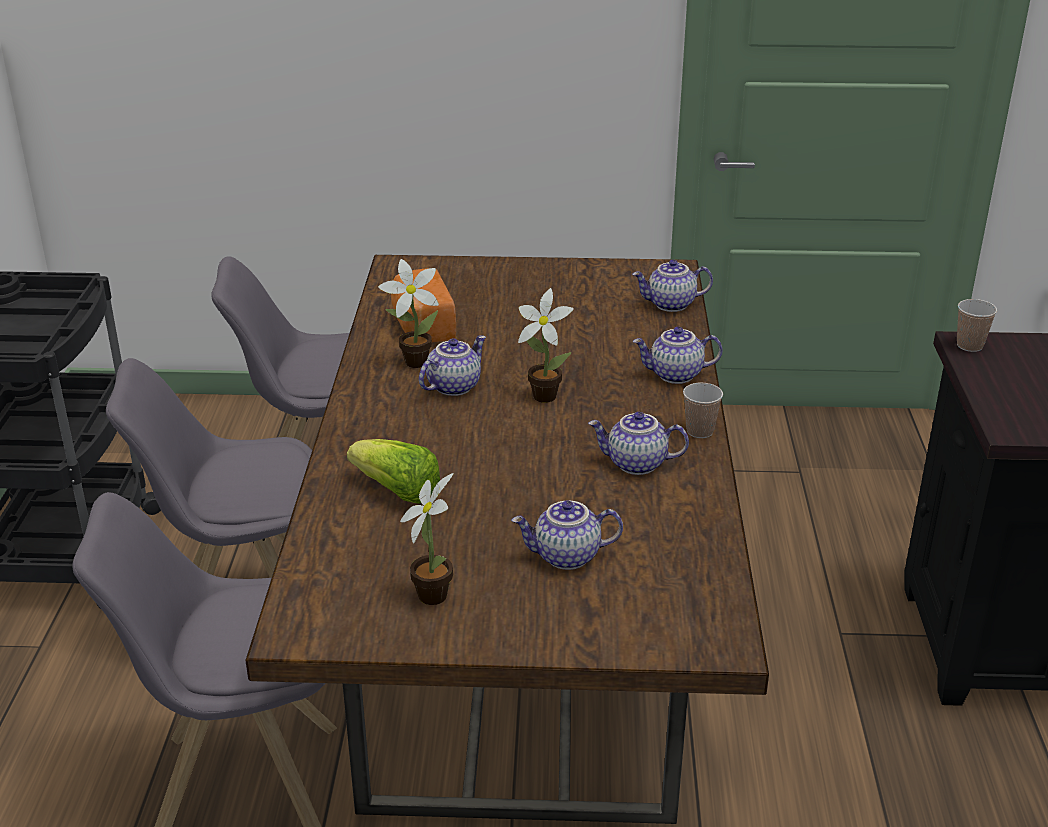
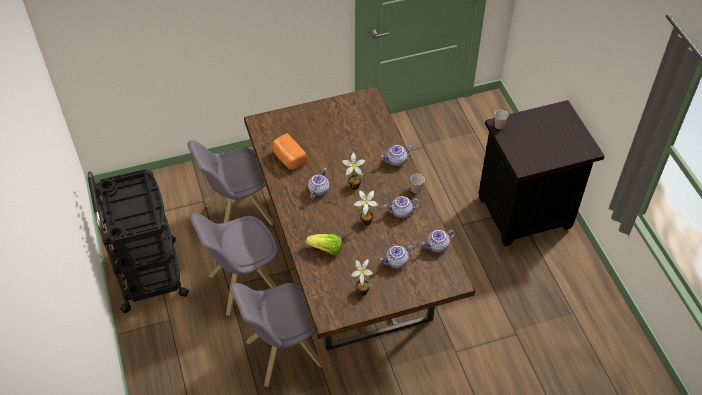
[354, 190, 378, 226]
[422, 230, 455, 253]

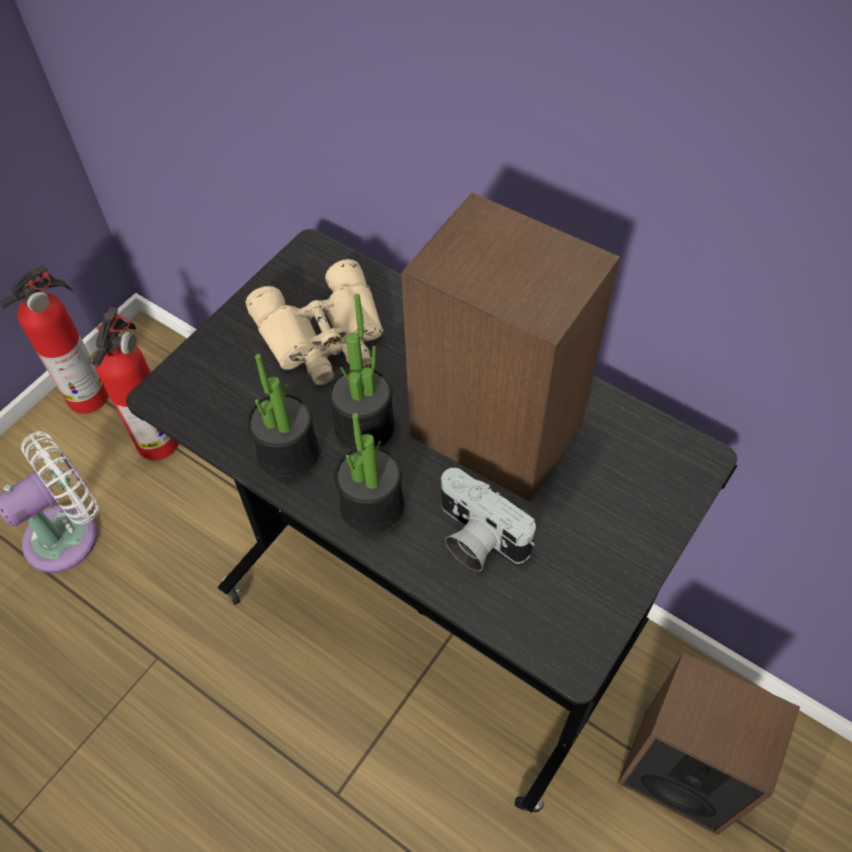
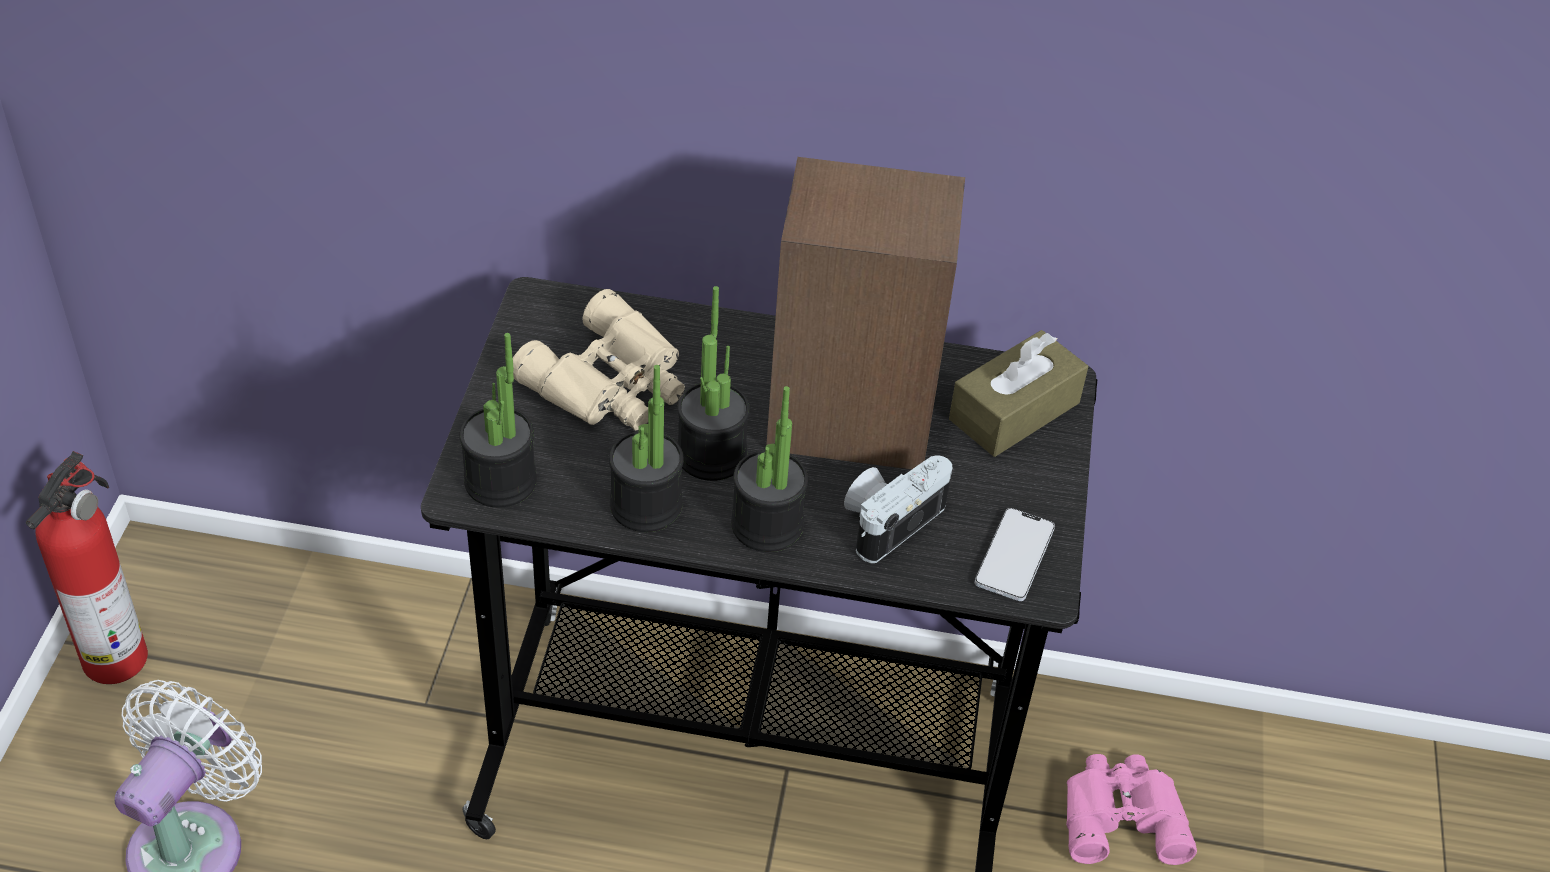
[92, 307, 179, 460] (first image)
[460, 333, 537, 508]
[949, 330, 1088, 457]
[974, 508, 1055, 601]
[1066, 754, 1197, 865]
[844, 455, 952, 563]

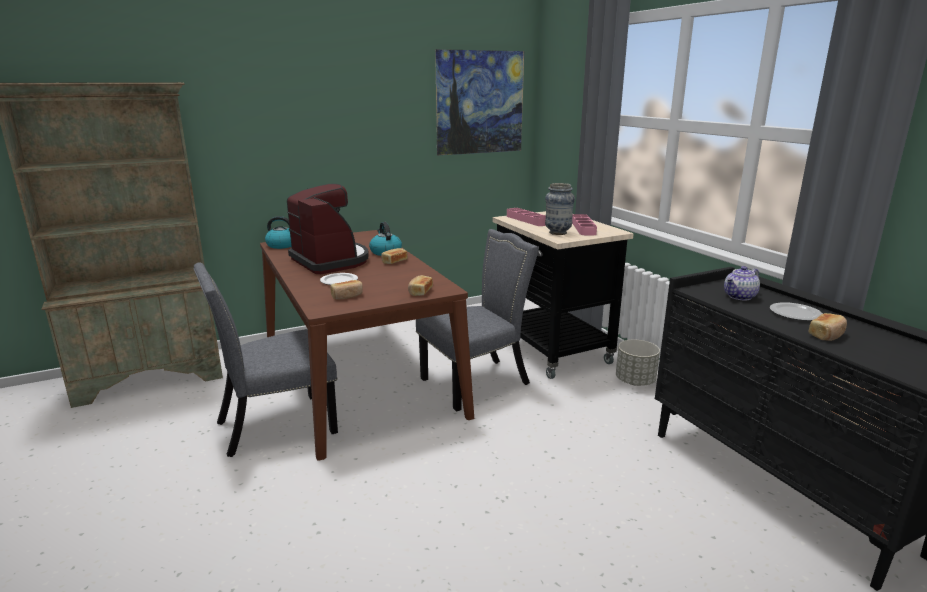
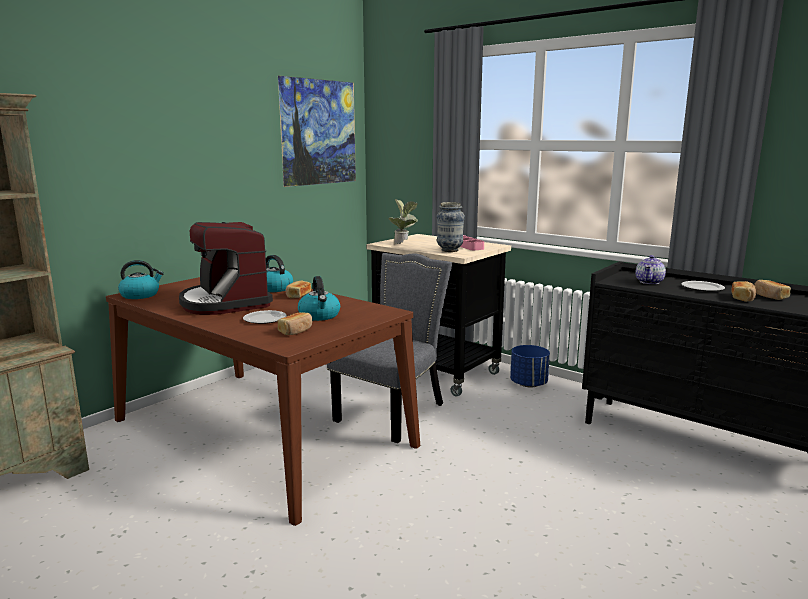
[194, 263, 338, 457] (first image)
[298, 276, 340, 321]
[754, 280, 791, 300]
[388, 199, 418, 244]
[510, 345, 550, 387]
[179, 222, 273, 315]

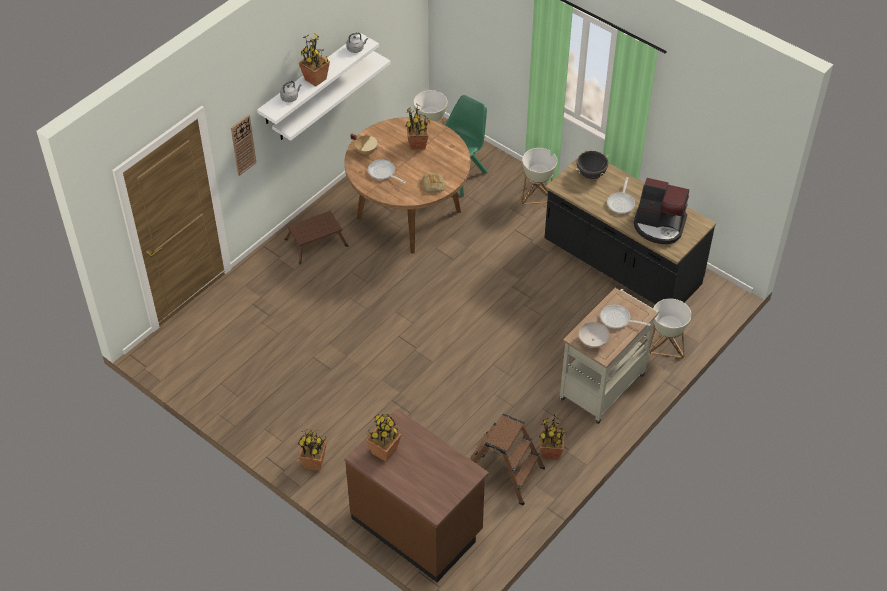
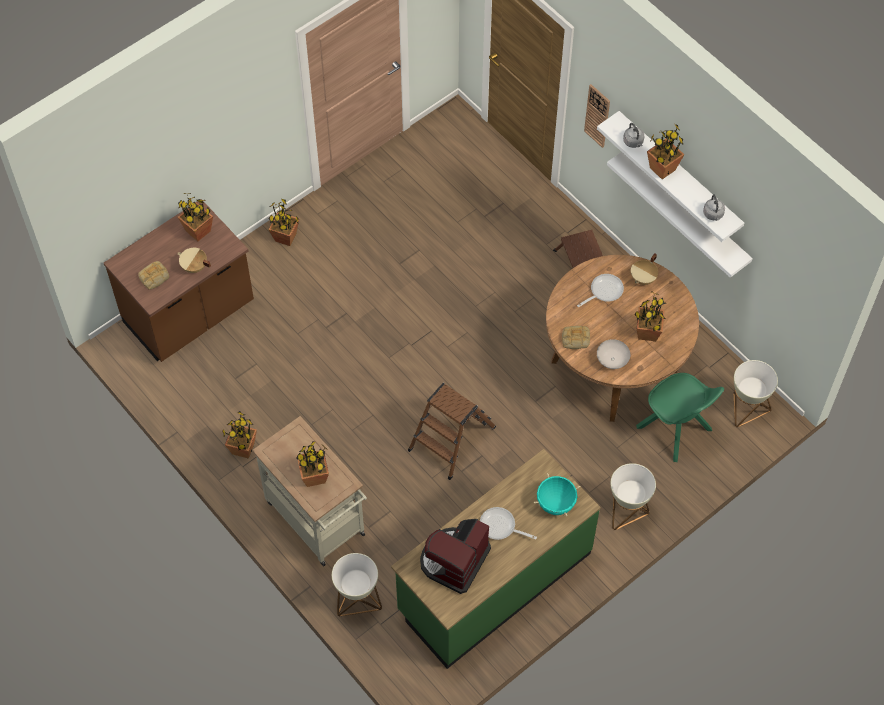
[138, 261, 169, 290]
[177, 248, 211, 273]
[408, 383, 496, 480]
[597, 339, 630, 369]
[296, 441, 329, 487]
[391, 449, 601, 669]
[534, 473, 580, 516]

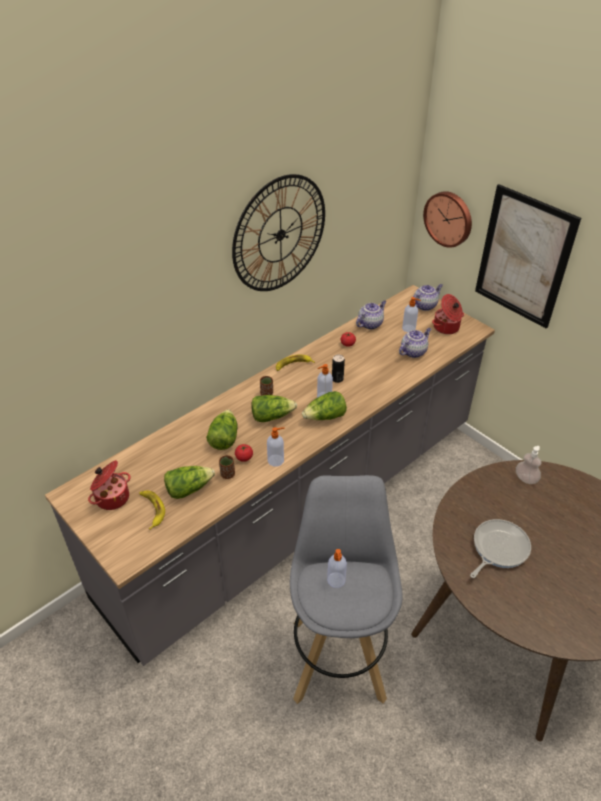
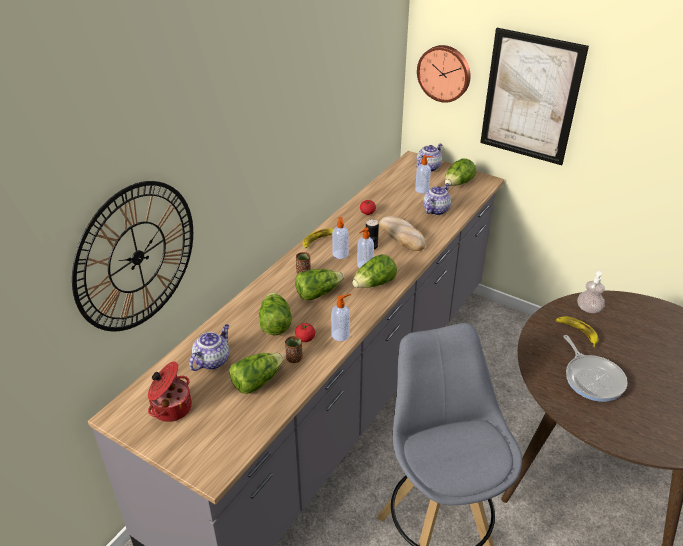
[379, 216, 425, 251]
[556, 316, 598, 347]
[72, 181, 193, 331]
[332, 217, 349, 259]
[189, 324, 229, 371]
[445, 158, 476, 186]
[564, 335, 628, 402]

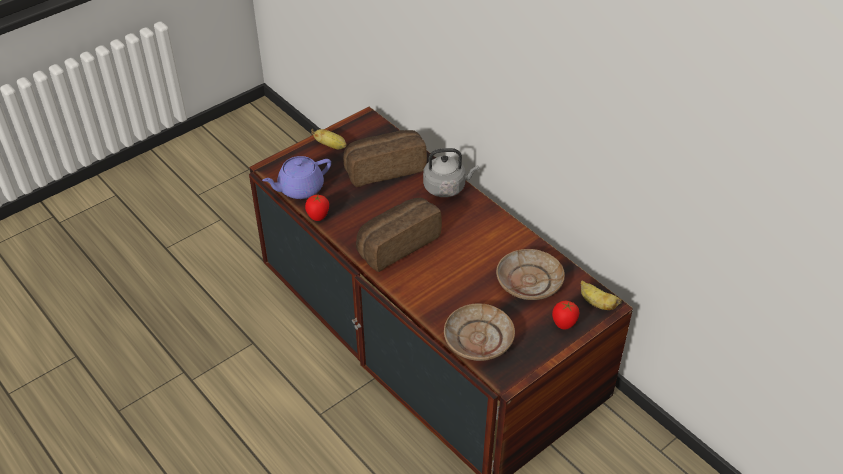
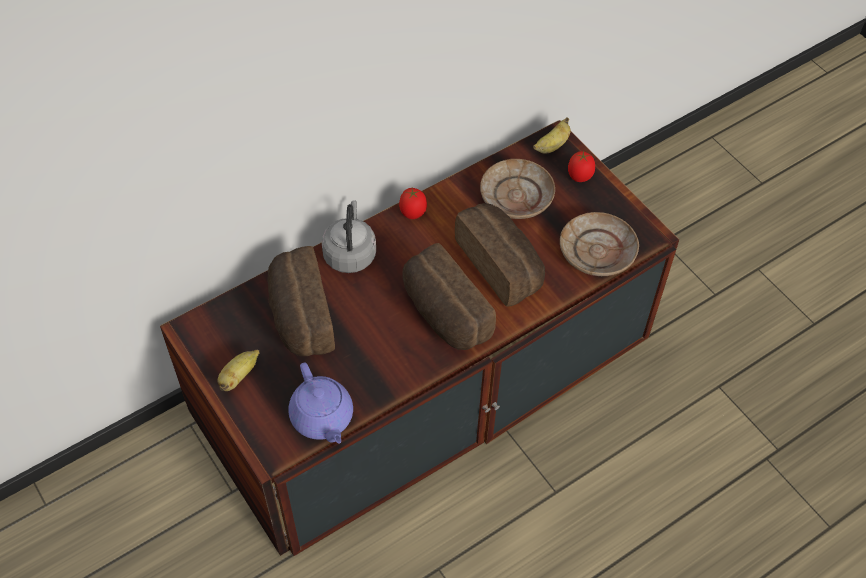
[455, 203, 545, 306]
[399, 188, 427, 219]

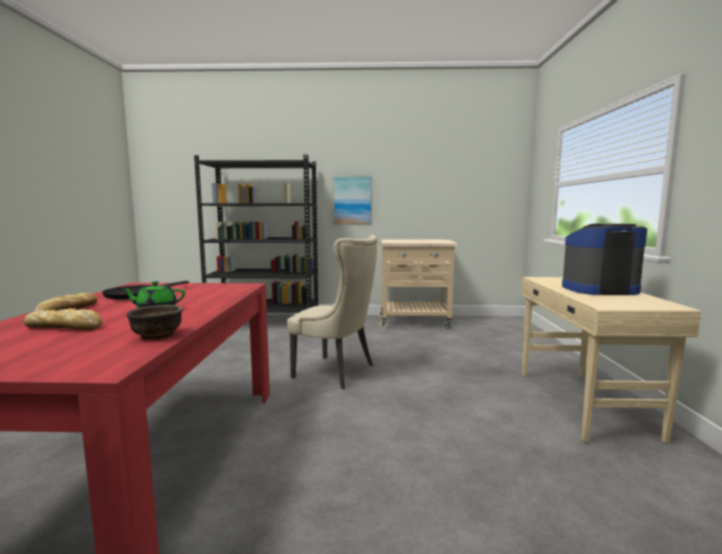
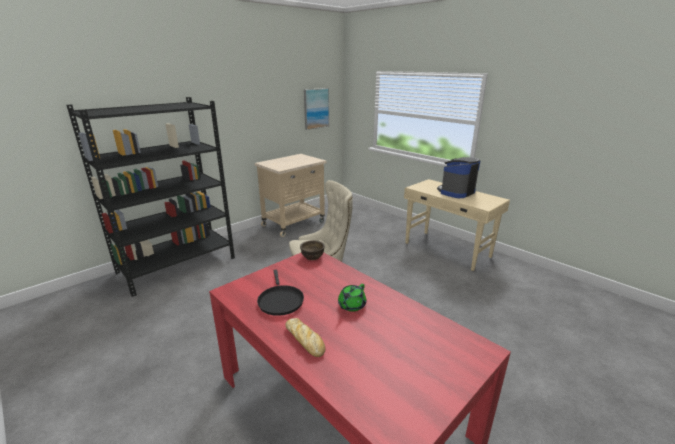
[24, 308, 102, 330] (first image)
[300, 240, 325, 260]
[304, 88, 329, 130]

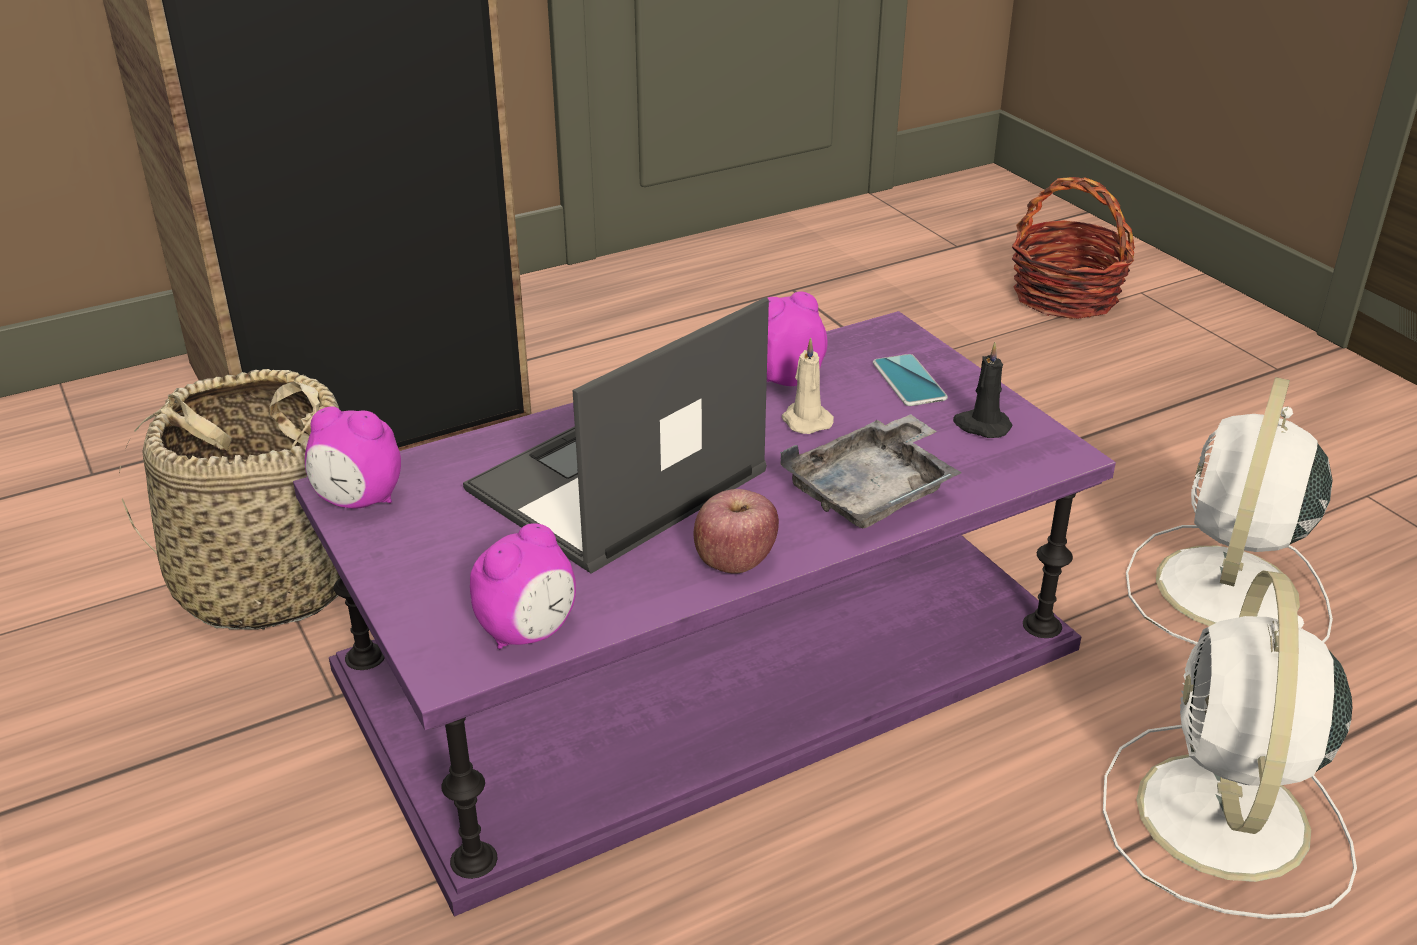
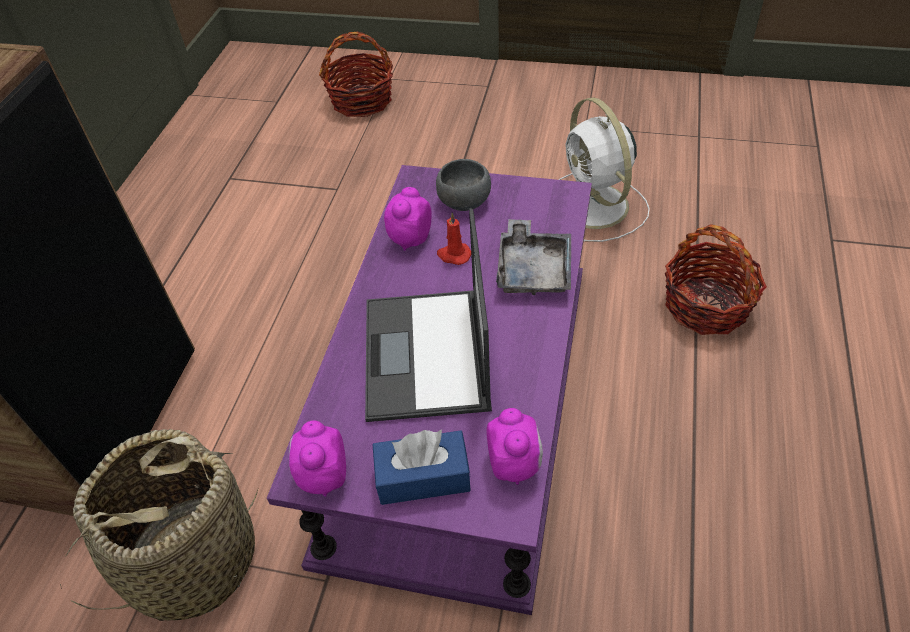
[694, 489, 779, 574] (first image)
[953, 342, 1013, 438] (first image)
[372, 429, 471, 505]
[436, 159, 491, 211]
[665, 224, 767, 335]
[437, 212, 471, 265]
[289, 421, 346, 497]

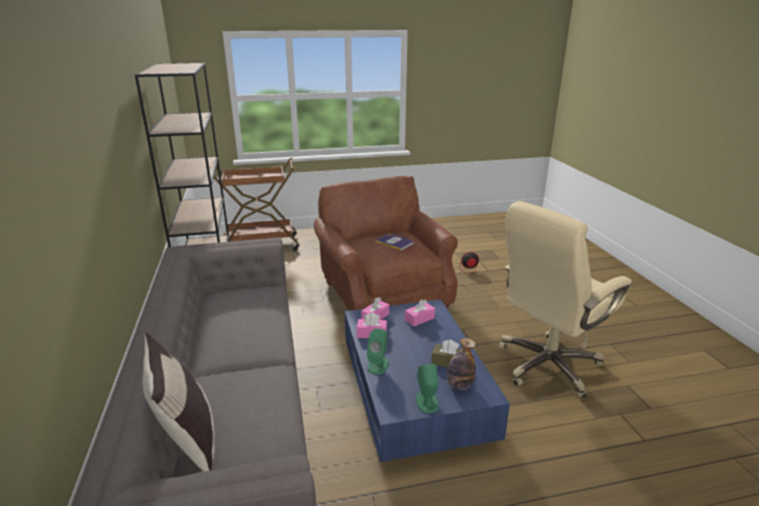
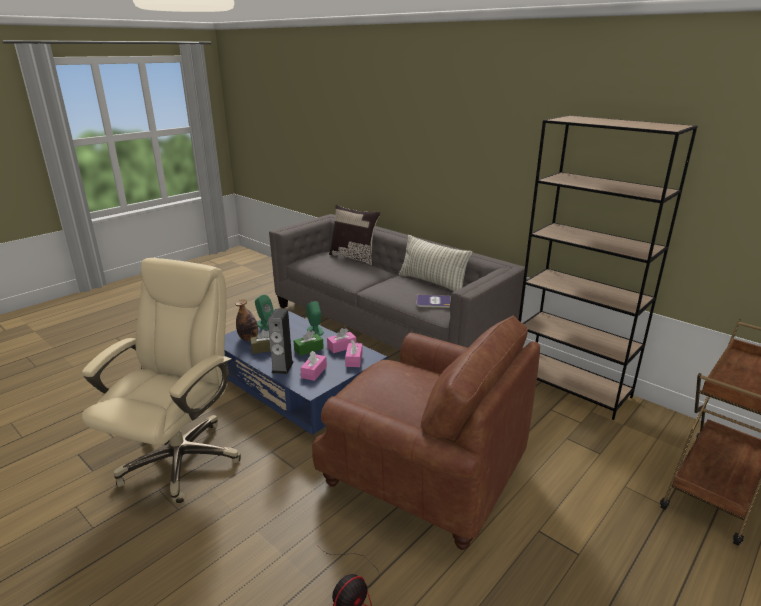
[268, 308, 293, 374]
[293, 330, 324, 356]
[399, 235, 472, 291]
[417, 295, 450, 308]

